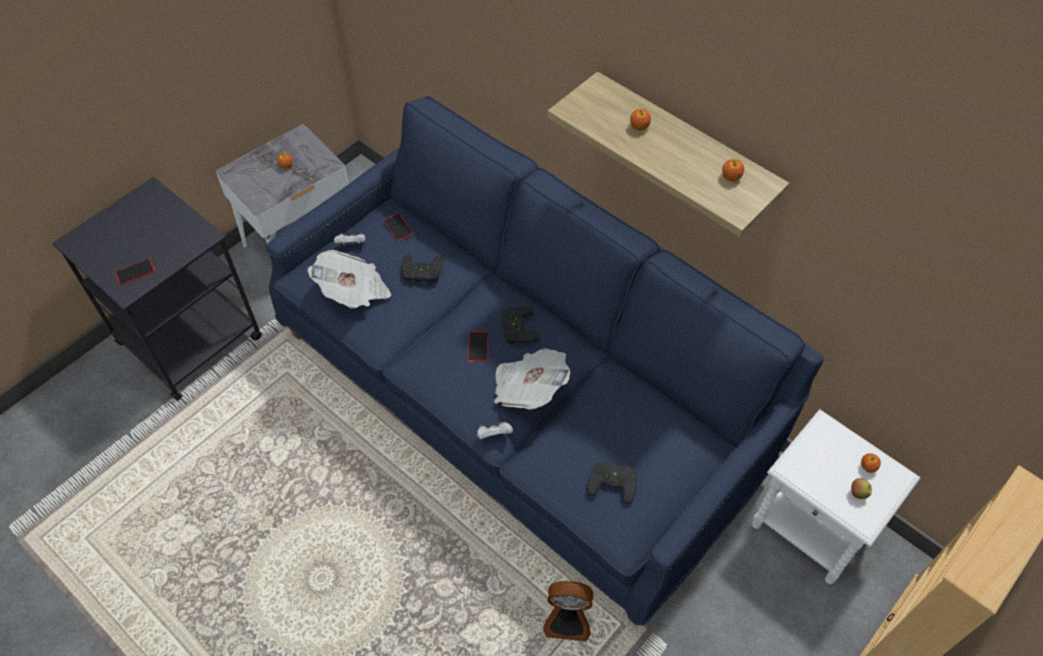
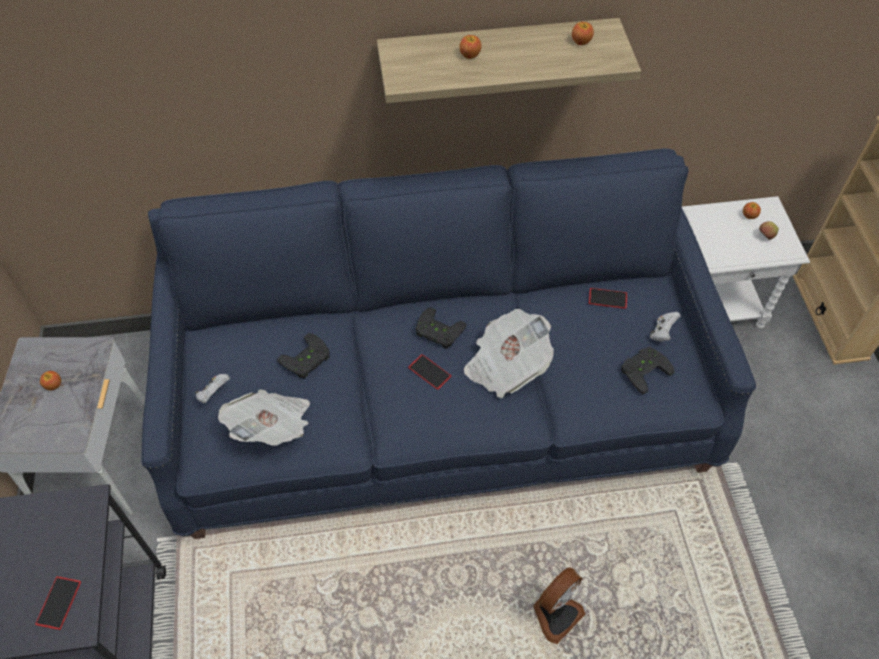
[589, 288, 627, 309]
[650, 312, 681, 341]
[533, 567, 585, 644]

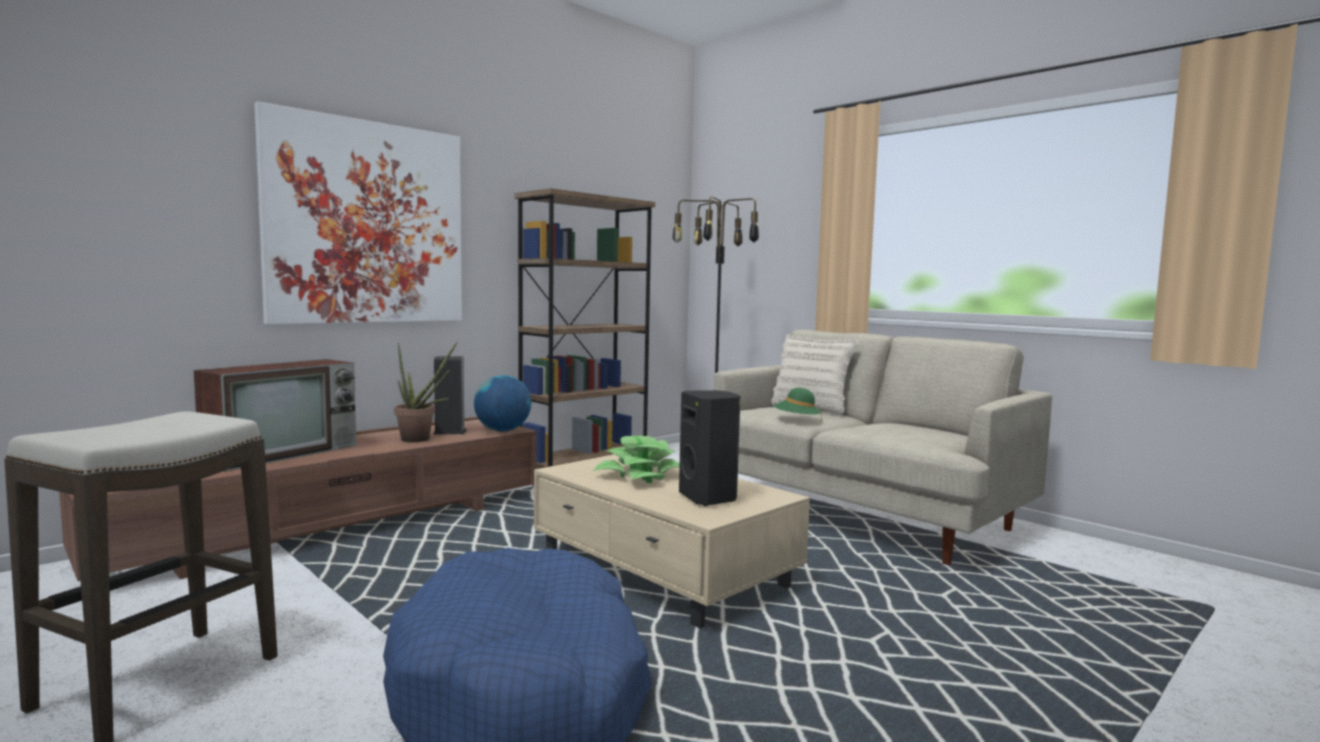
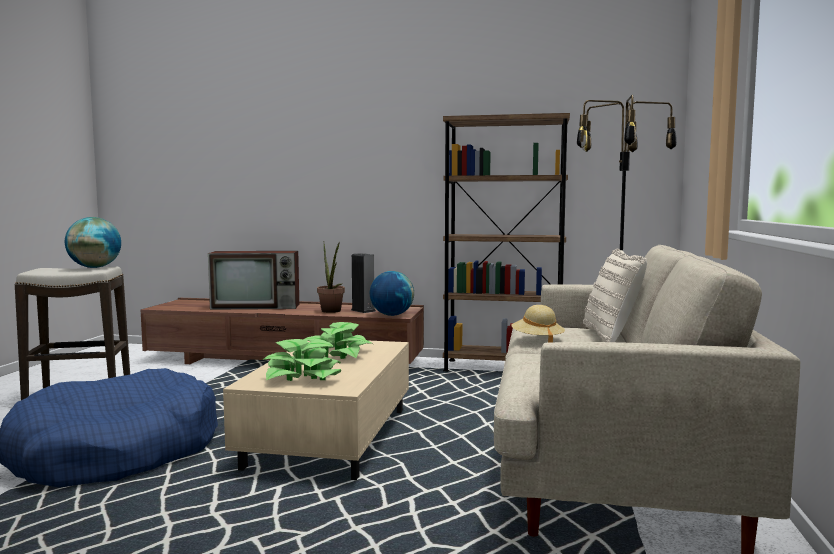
[254, 101, 462, 324] (first image)
[65, 217, 121, 268]
[263, 339, 341, 381]
[511, 305, 565, 343]

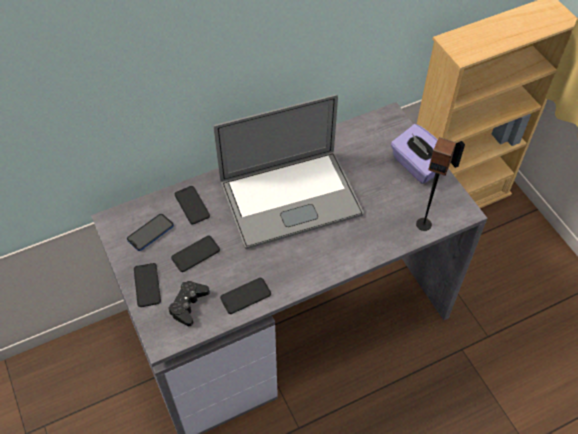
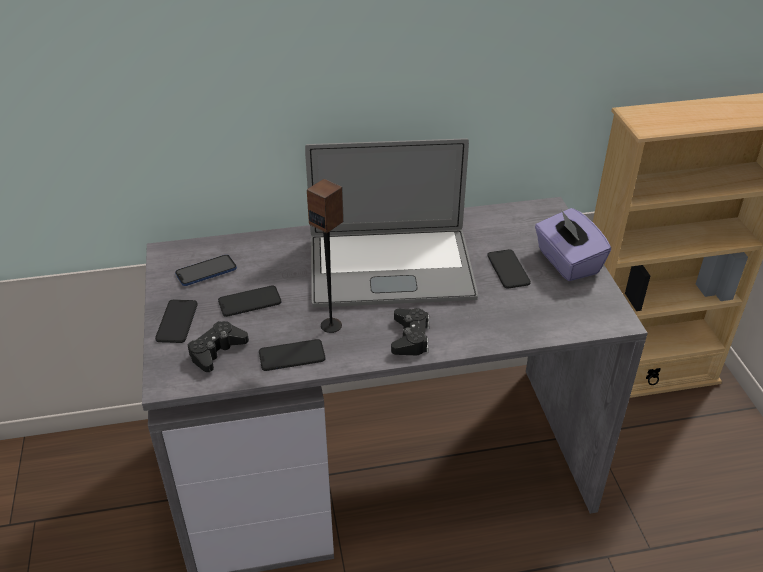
[391, 308, 430, 355]
[487, 249, 531, 289]
[307, 179, 344, 333]

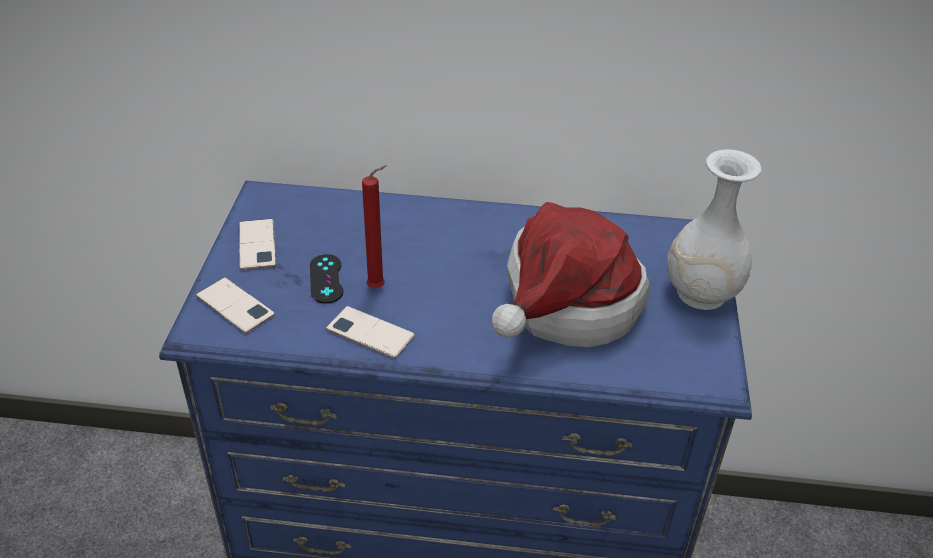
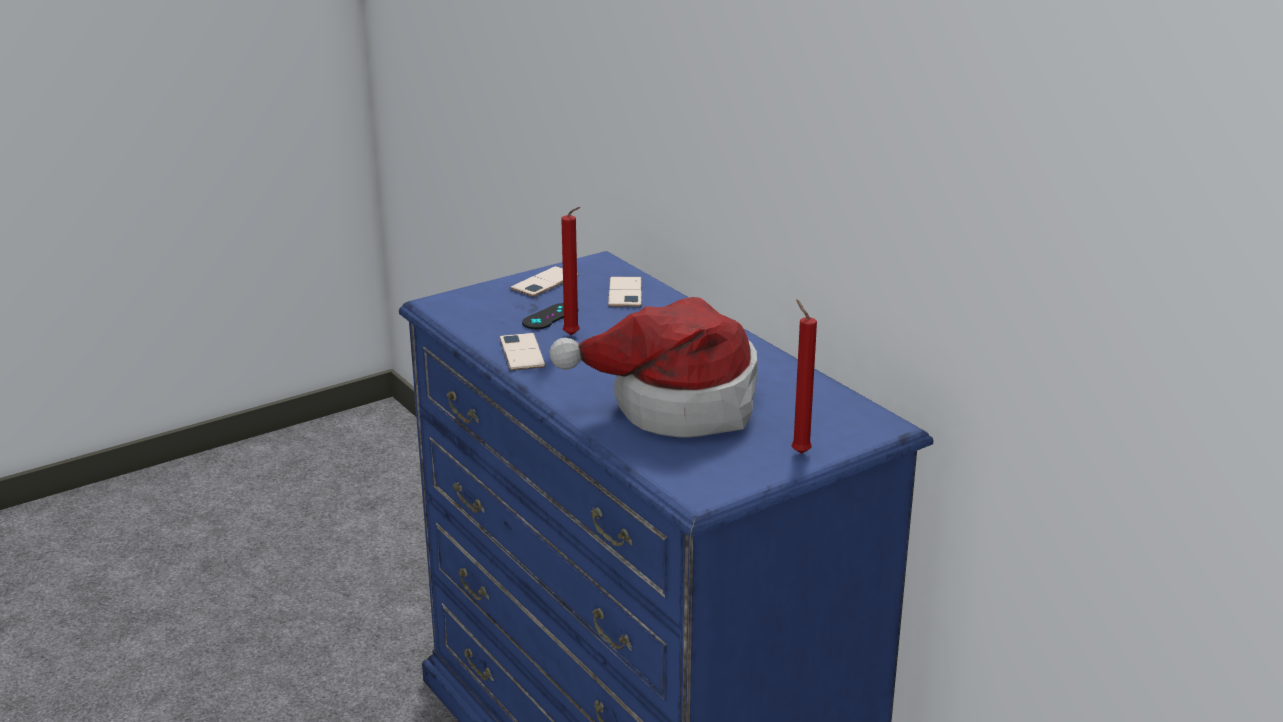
[608, 277, 642, 307]
[792, 299, 817, 454]

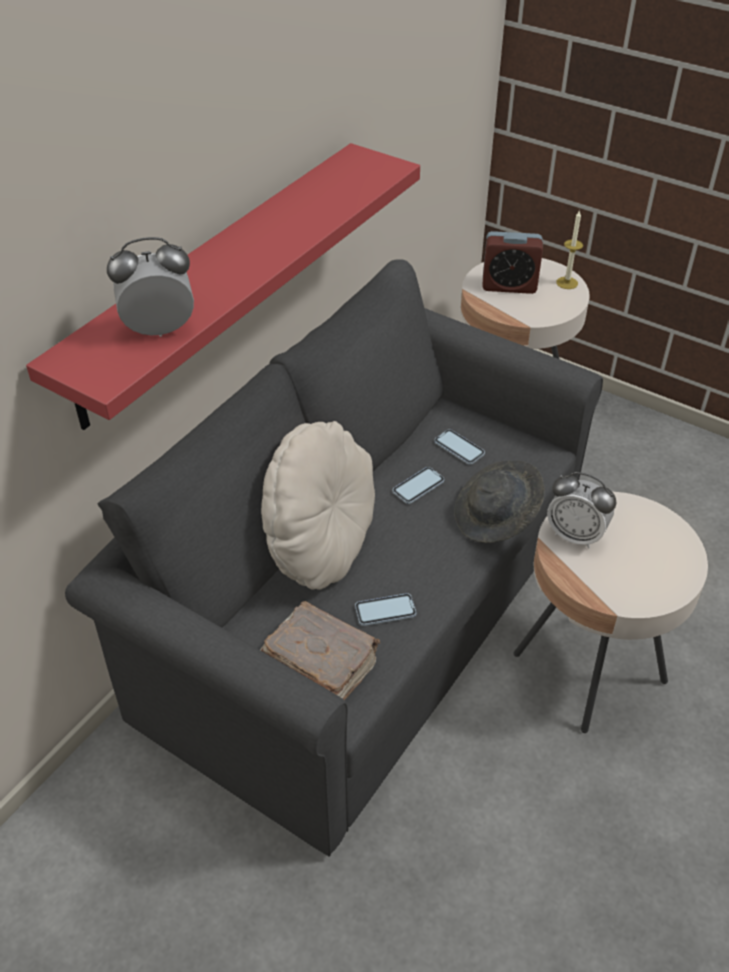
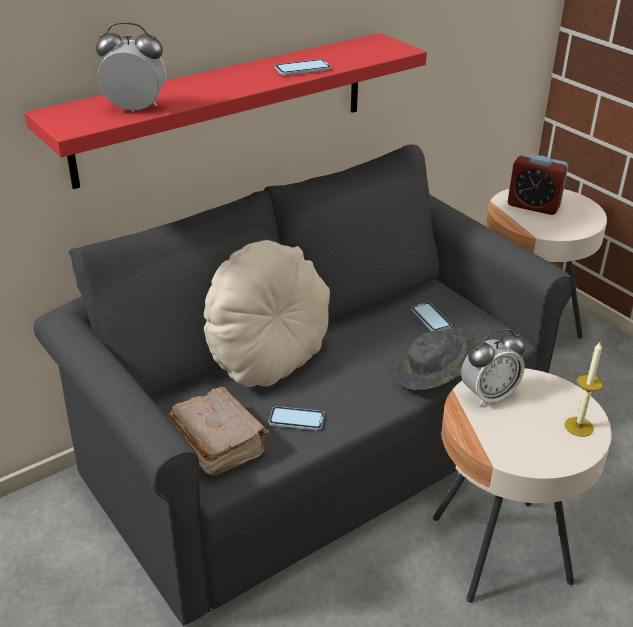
[275, 59, 331, 75]
[564, 342, 603, 437]
[461, 329, 525, 407]

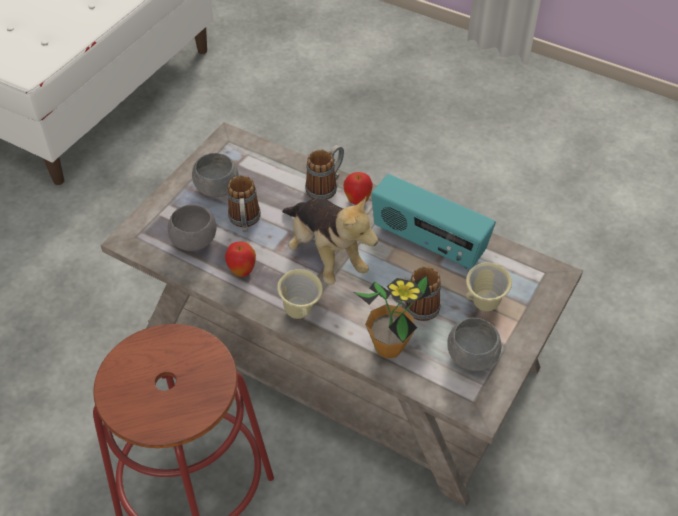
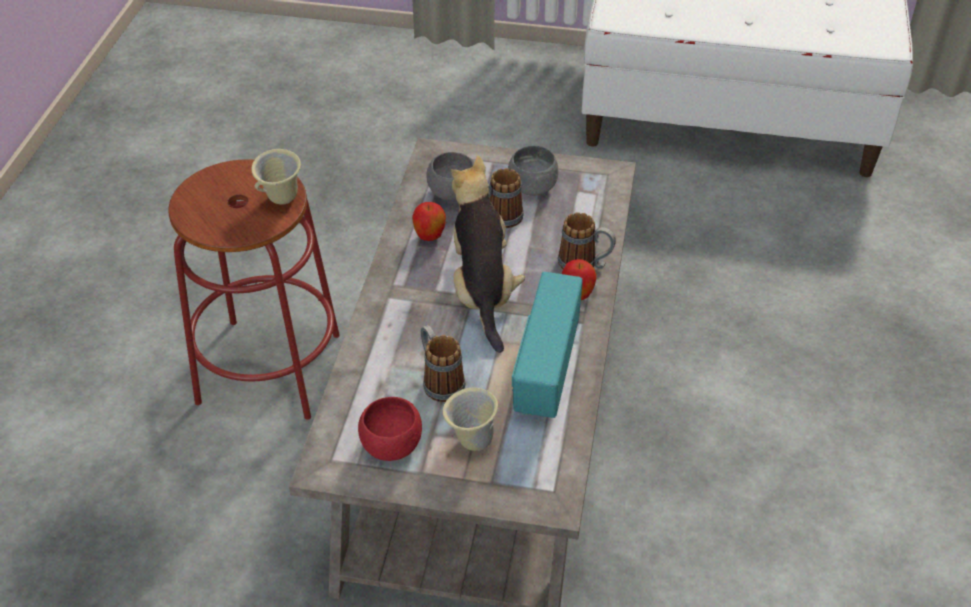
[354, 276, 431, 359] (first image)
[251, 149, 301, 205]
[358, 397, 422, 461]
[451, 156, 525, 353]

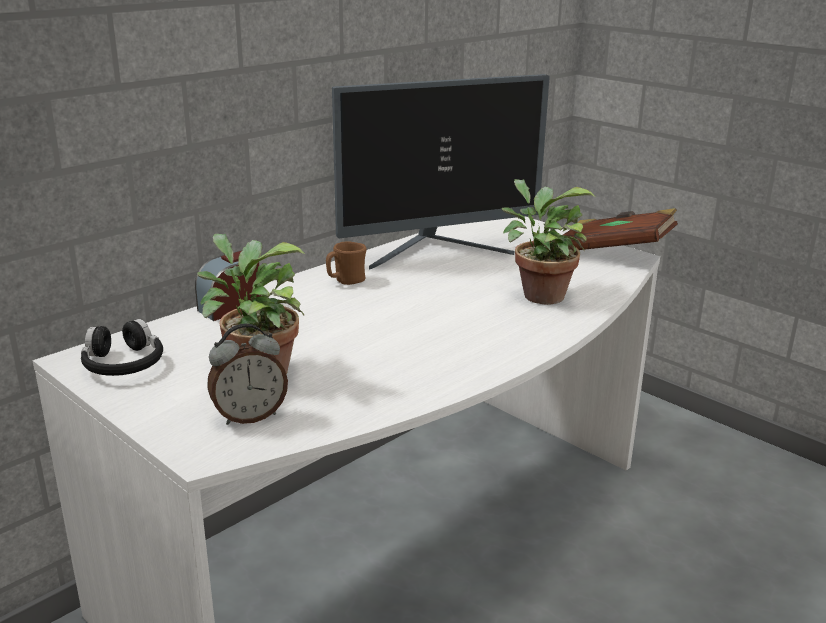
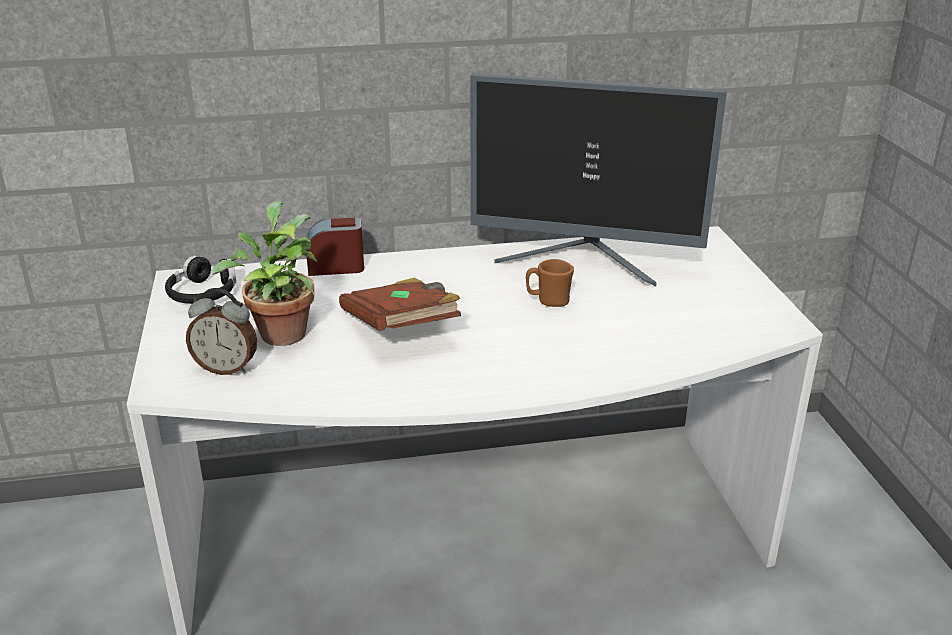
[502, 179, 595, 305] (first image)
[526, 259, 574, 307]
[339, 277, 461, 331]

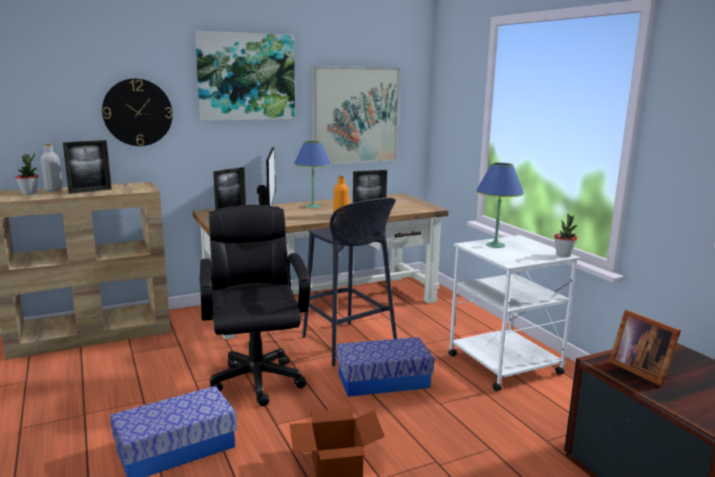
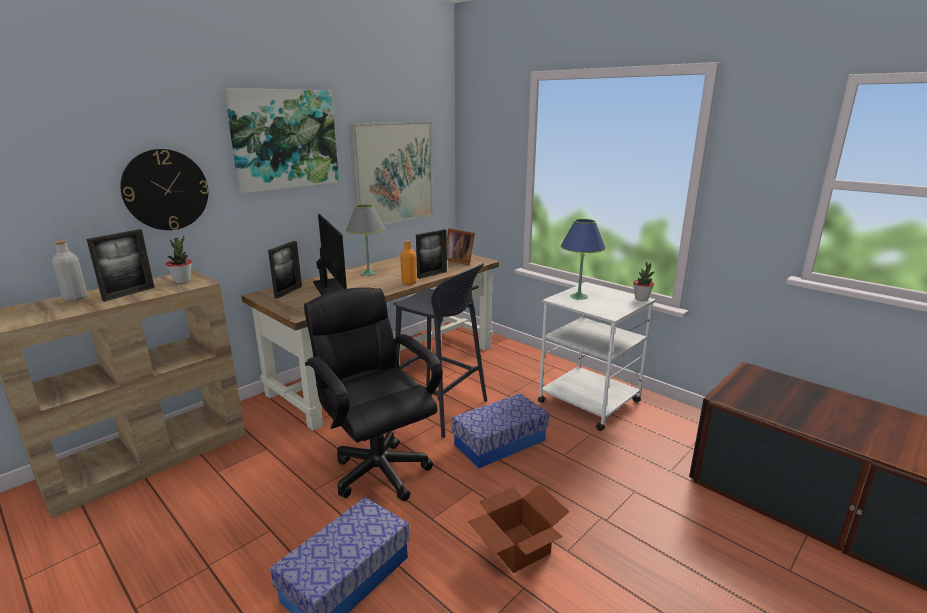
[166, 236, 192, 283]
[446, 228, 475, 265]
[346, 205, 385, 276]

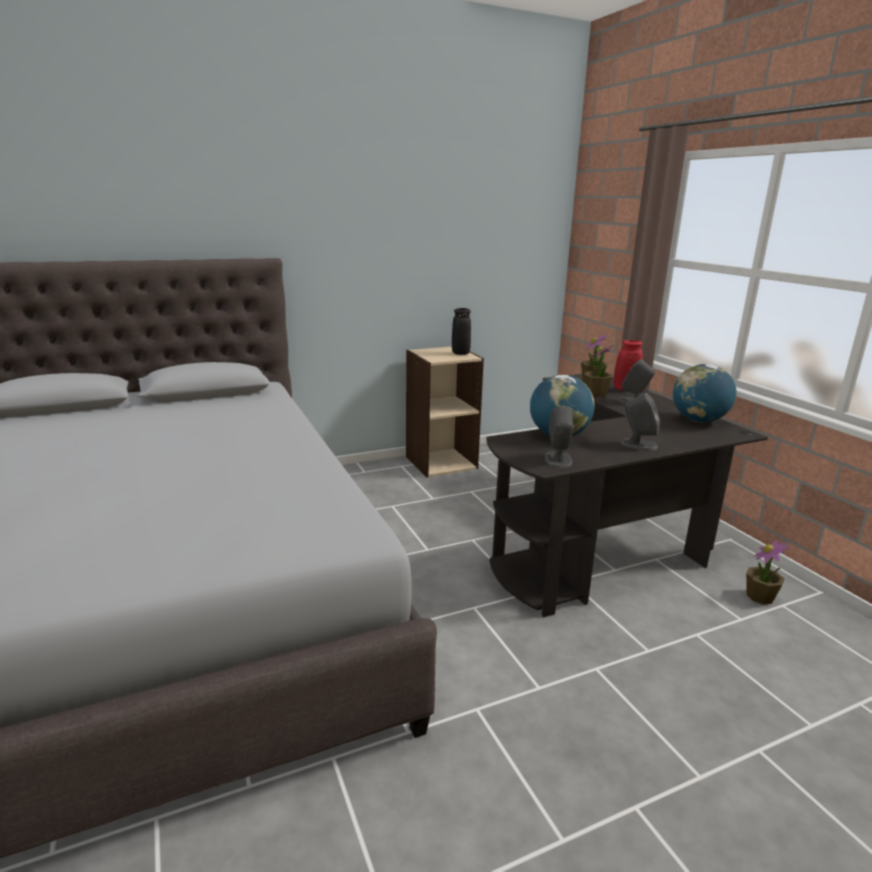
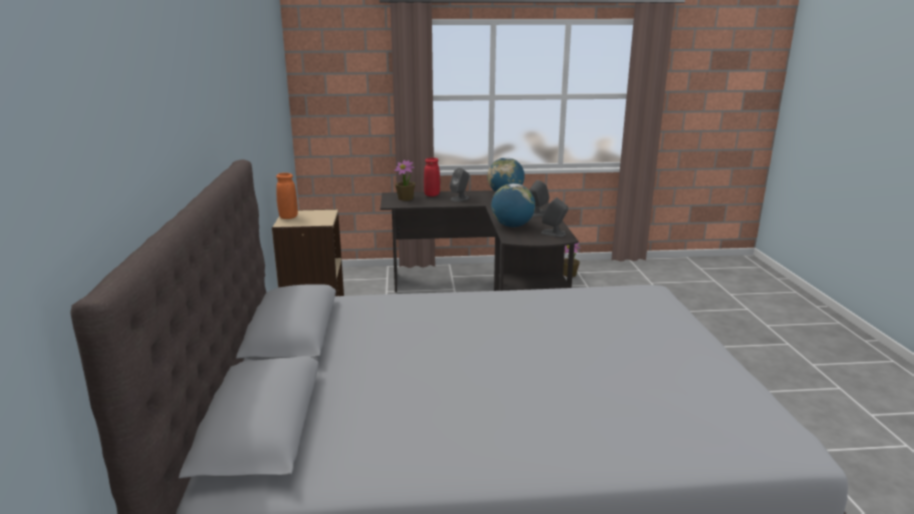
[452, 308, 471, 355] (first image)
[584, 345, 614, 397] (first image)
[276, 173, 298, 219]

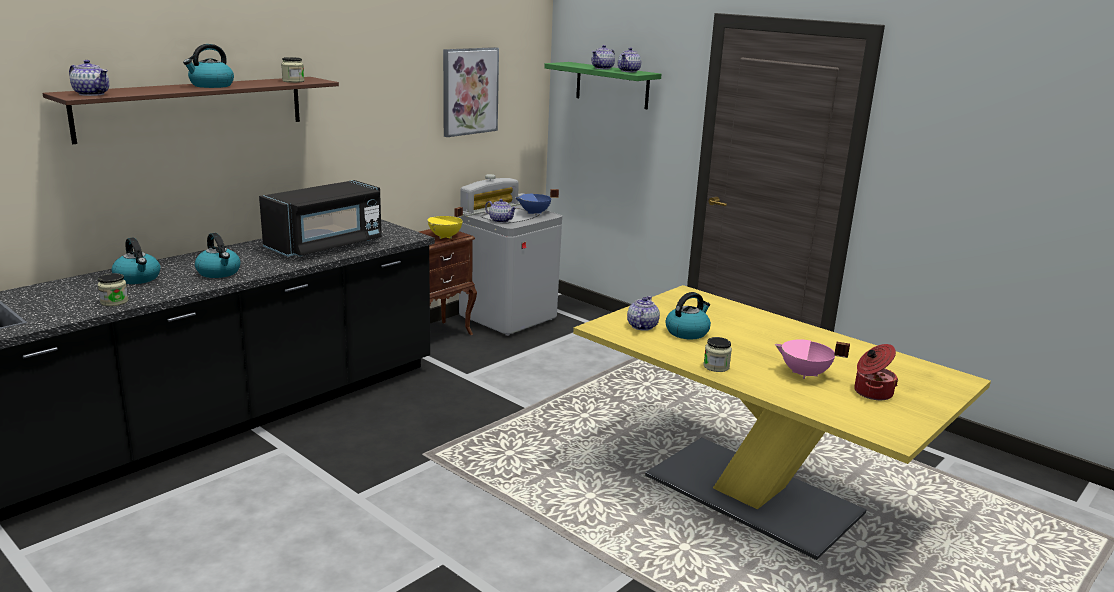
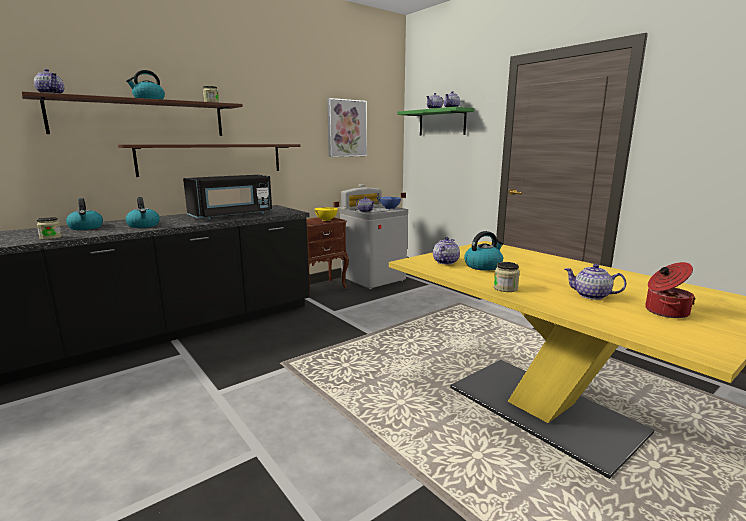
[118, 144, 301, 177]
[565, 264, 627, 300]

